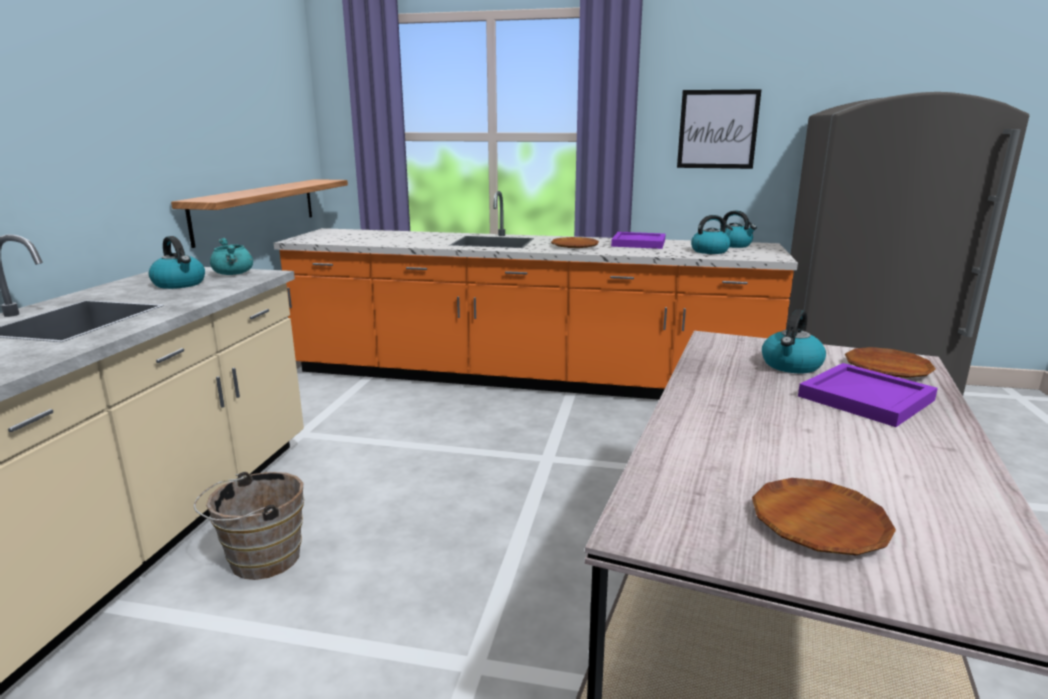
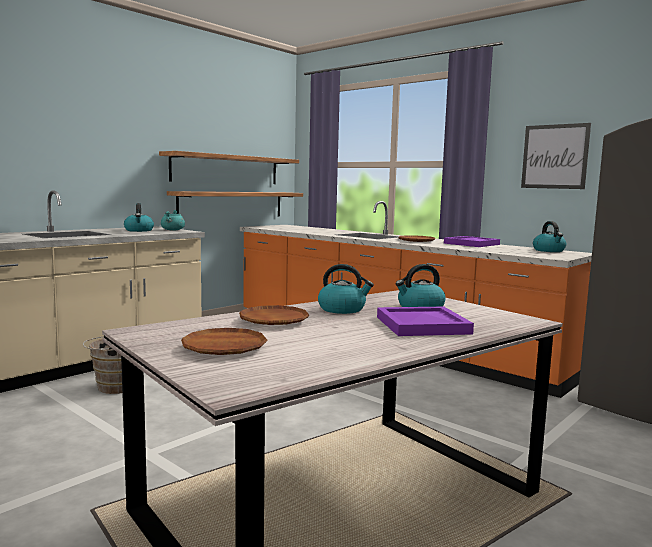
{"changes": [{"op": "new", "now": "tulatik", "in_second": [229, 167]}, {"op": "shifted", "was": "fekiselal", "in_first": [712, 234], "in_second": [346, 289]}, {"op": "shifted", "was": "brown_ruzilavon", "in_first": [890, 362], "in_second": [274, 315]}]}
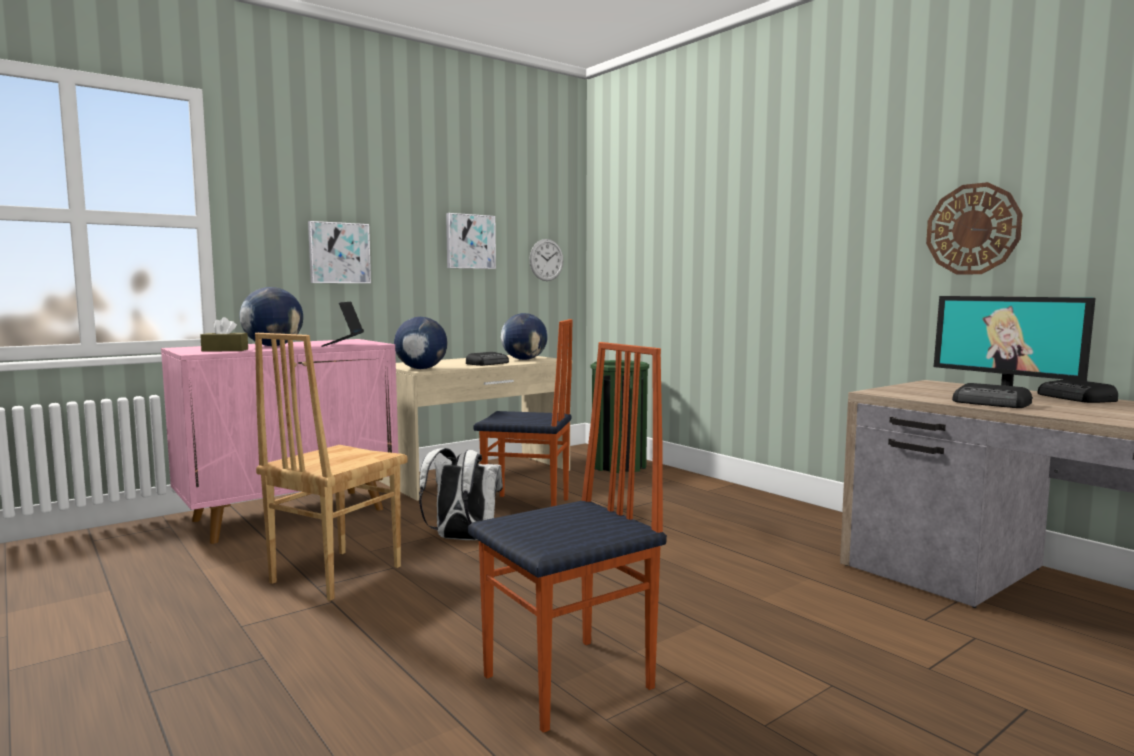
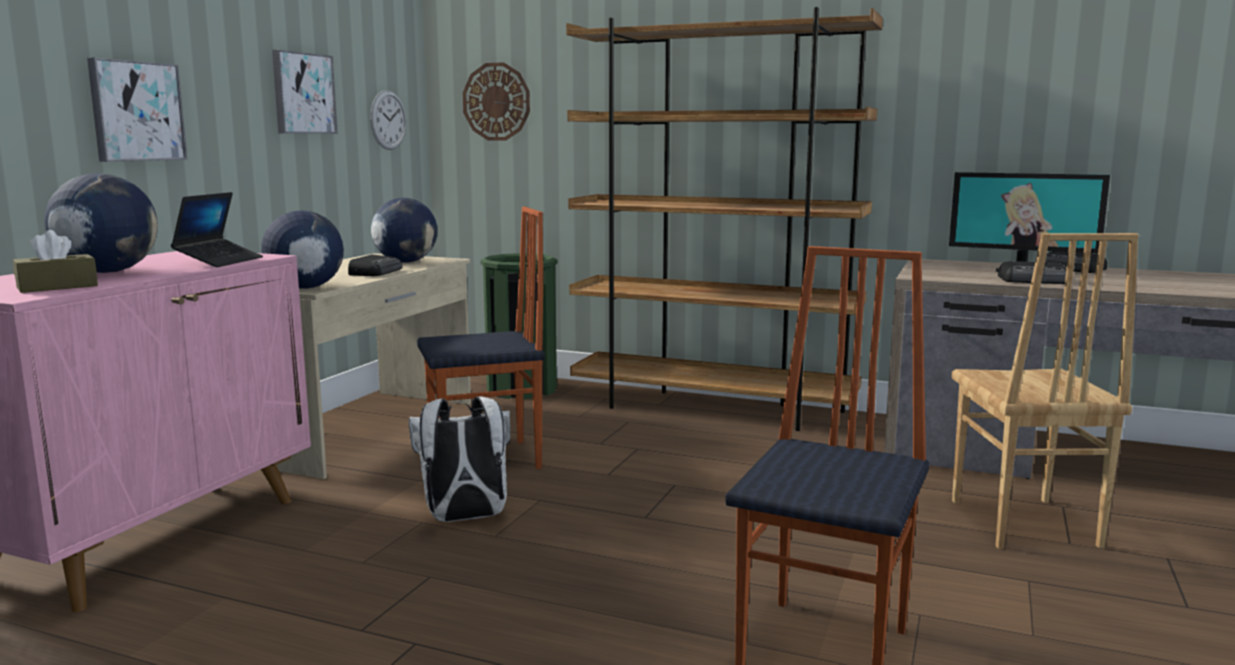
{"changes": [{"op": "new", "now": "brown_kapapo", "in_second": [724, 219]}, {"op": "shifted", "was": "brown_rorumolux", "in_first": [331, 467], "in_second": [1045, 391]}, {"op": "shifted", "was": "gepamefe", "in_first": [974, 228], "in_second": [496, 101]}, {"op": "rotated", "was": "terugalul", "in_first": [342, 324], "in_second": [217, 229], "clockwise": -135}]}
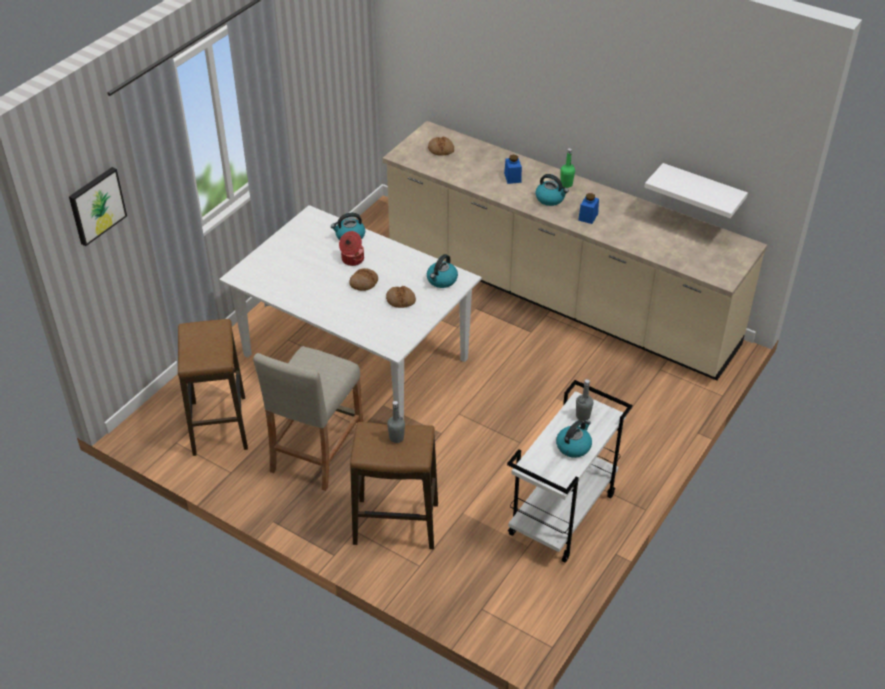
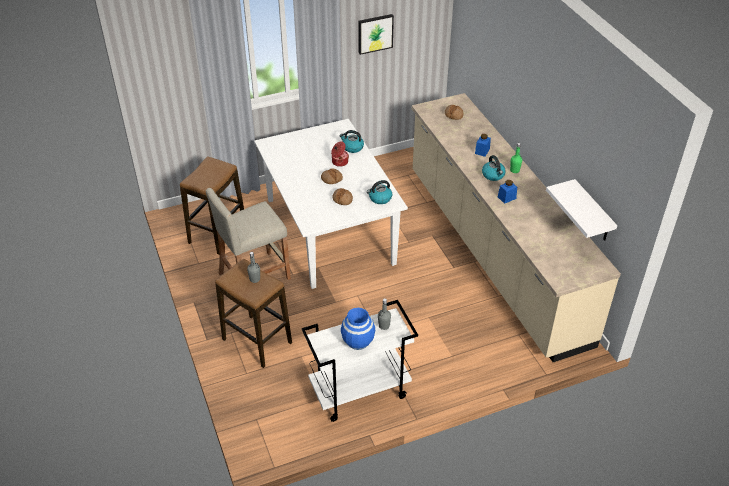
{"changes": [{"op": "shifted", "was": "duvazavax", "in_first": [98, 206], "in_second": [376, 34]}, {"op": "swapped", "was": "fekiselal", "now": "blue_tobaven", "in_first": [574, 439], "in_second": [358, 329]}]}
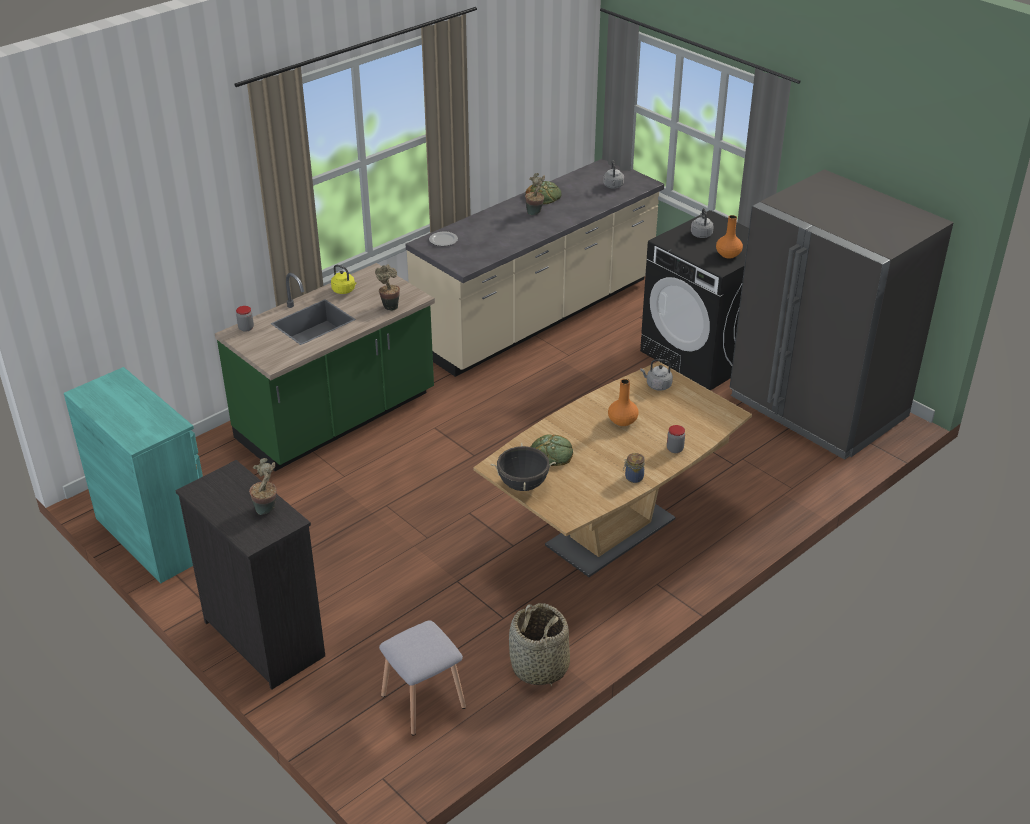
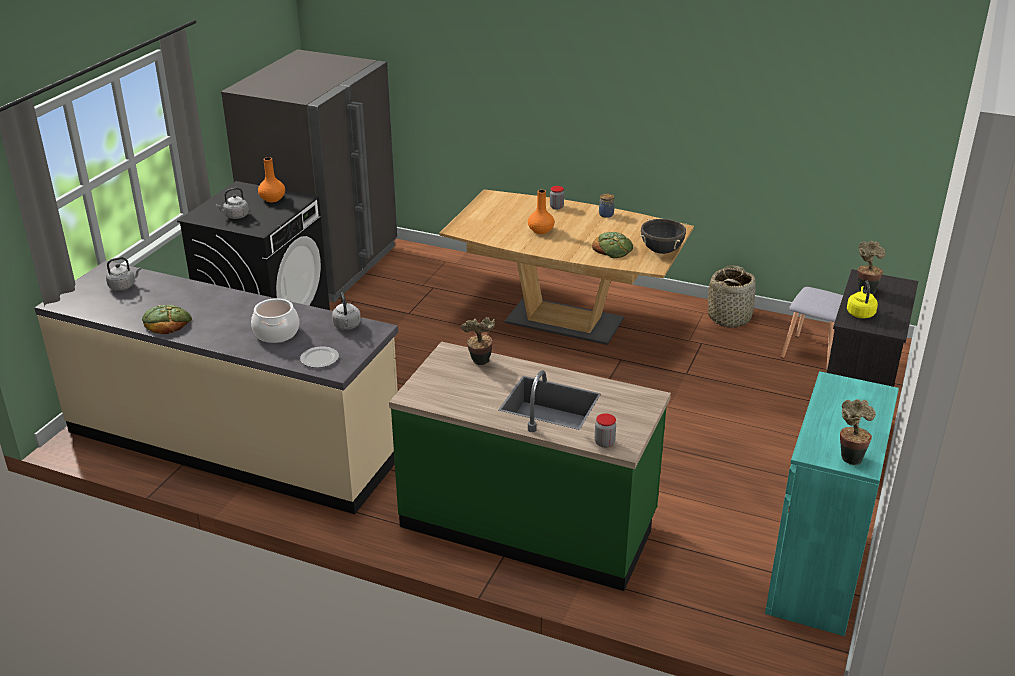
{"changes": [{"op": "new", "now": "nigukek", "in_second": [275, 320]}, {"op": "shifted", "was": "yellow_fekiselal", "in_first": [344, 279], "in_second": [862, 299]}, {"op": "shifted", "was": "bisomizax", "in_first": [535, 194], "in_second": [858, 432]}, {"op": "shifted", "was": "grey_fekiselal", "in_first": [656, 375], "in_second": [346, 311]}]}
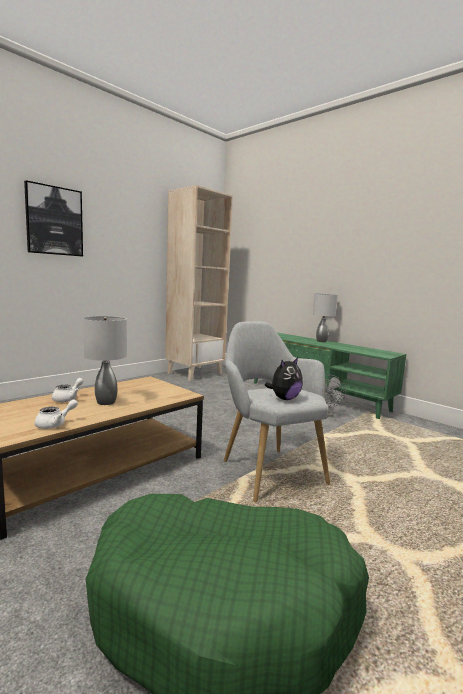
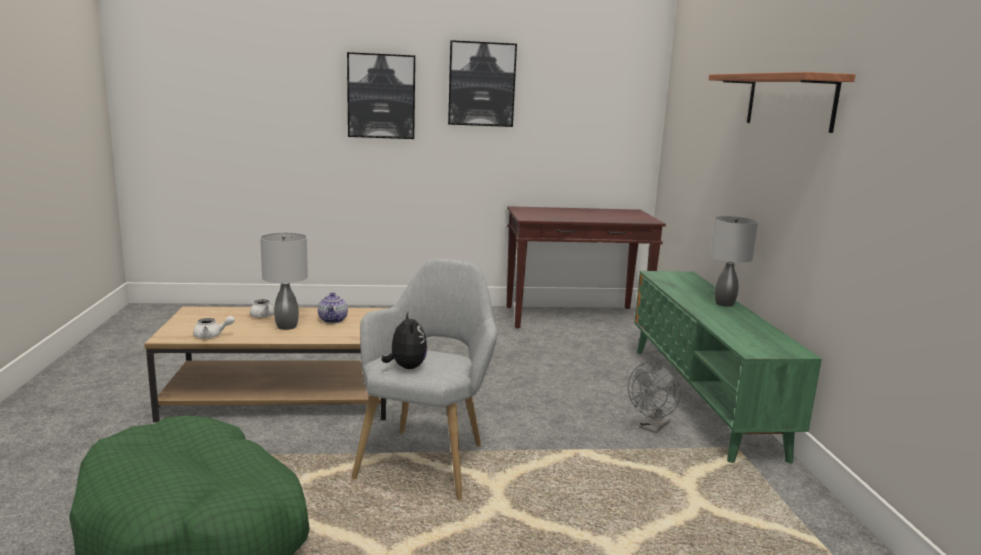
{"changes": [{"op": "new", "now": "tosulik", "in_second": [333, 308]}, {"op": "new", "now": "duvazavax", "in_second": [482, 83]}, {"op": "new", "now": "tulatik", "in_second": [782, 102]}, {"op": "swapped", "was": "beige_kapapo", "now": "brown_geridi", "in_first": [199, 283], "in_second": [586, 267]}, {"op": "rotated", "was": "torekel", "in_first": [284, 378], "in_second": [404, 340], "clockwise": -105}]}
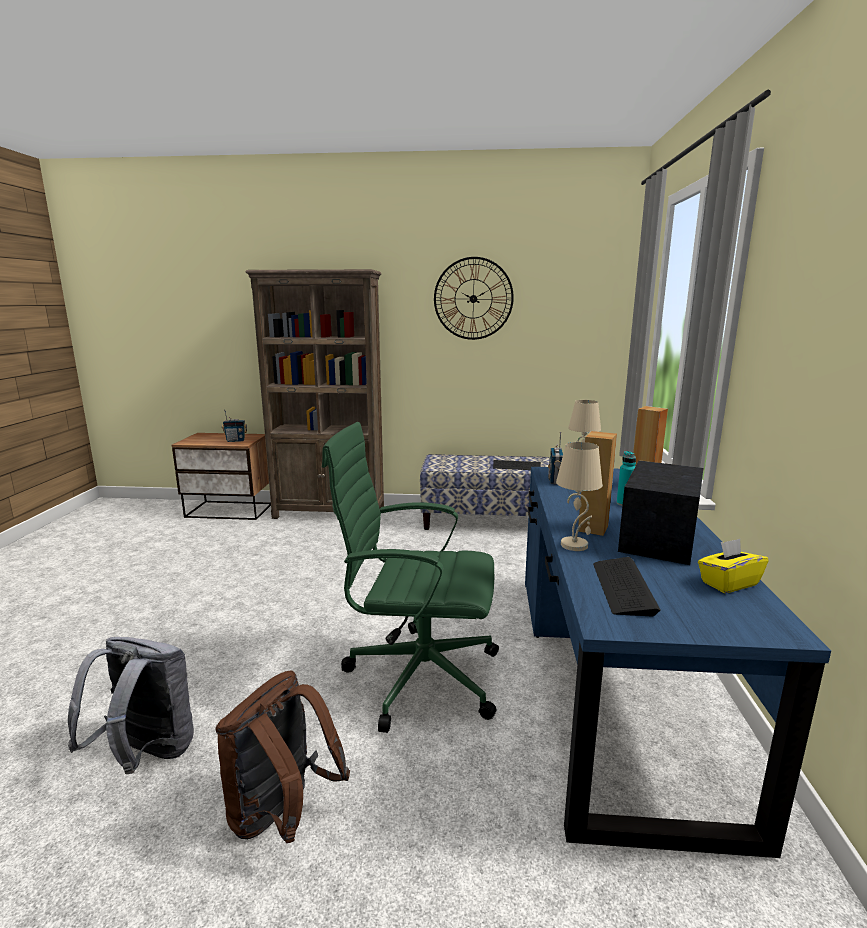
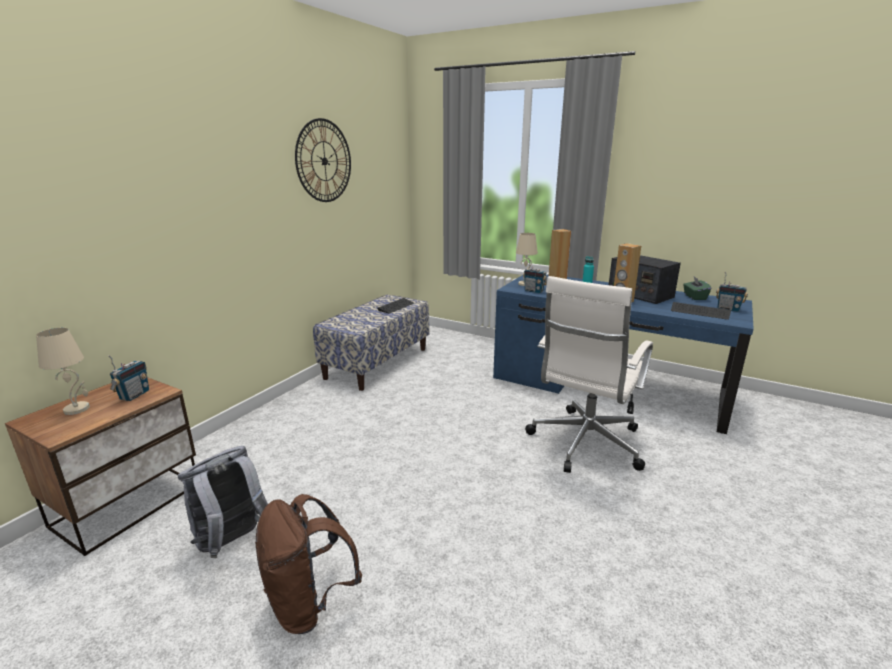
{"changes": [{"op": "gone", "was": "brown_kapapo", "in_first": [315, 394]}, {"op": "new", "now": "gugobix", "in_second": [732, 292]}, {"op": "shifted", "was": "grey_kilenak", "in_first": [131, 705], "in_second": [223, 502]}, {"op": "shifted", "was": "brown_kilenak", "in_first": [283, 757], "in_second": [308, 564]}, {"op": "shifted", "was": "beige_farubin", "in_first": [579, 496], "in_second": [63, 371]}, {"op": "repainted", "was": "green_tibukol", "now": "white_tibukol", "in_first": [410, 577], "in_second": [589, 374]}, {"op": "repainted", "was": "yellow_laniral", "now": "green_laniral", "in_first": [733, 566], "in_second": [697, 288]}]}
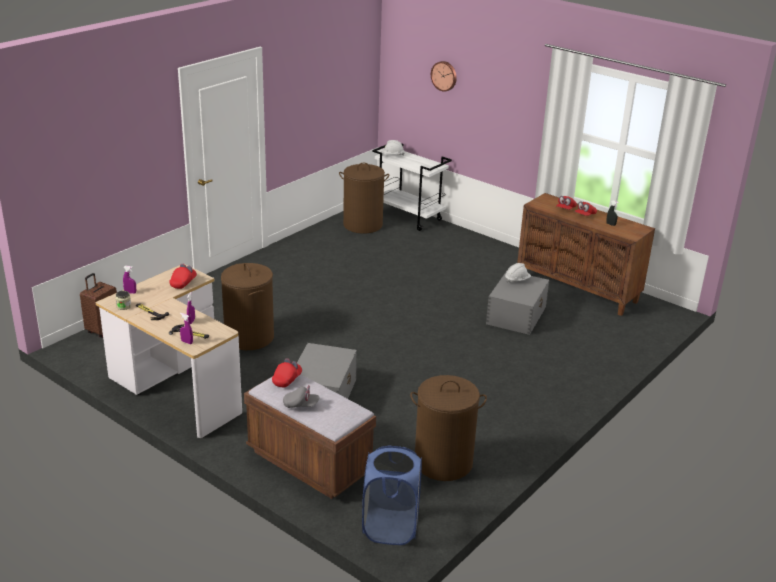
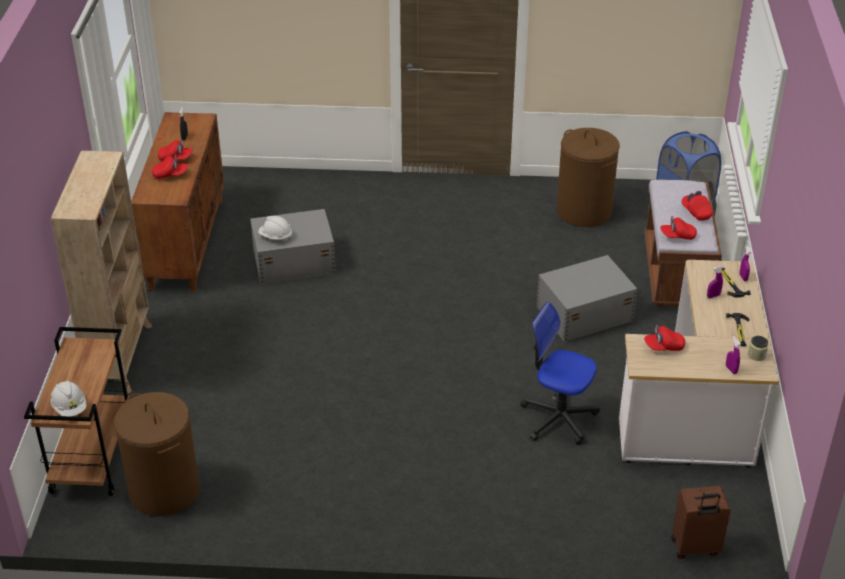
{"changes": [{"op": "gone", "was": "gepamefe", "in_first": [444, 76]}, {"op": "new", "now": "beige_kapapo", "in_second": [101, 272]}, {"op": "swapped", "was": "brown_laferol", "now": "tibukol", "in_first": [247, 306], "in_second": [560, 373]}, {"op": "repainted", "was": "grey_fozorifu", "now": "red_fozorifu", "in_first": [301, 396], "in_second": [697, 206]}, {"op": "repainted", "was": "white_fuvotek", "now": "brown_fuvotek", "in_first": [412, 187], "in_second": [77, 411]}]}
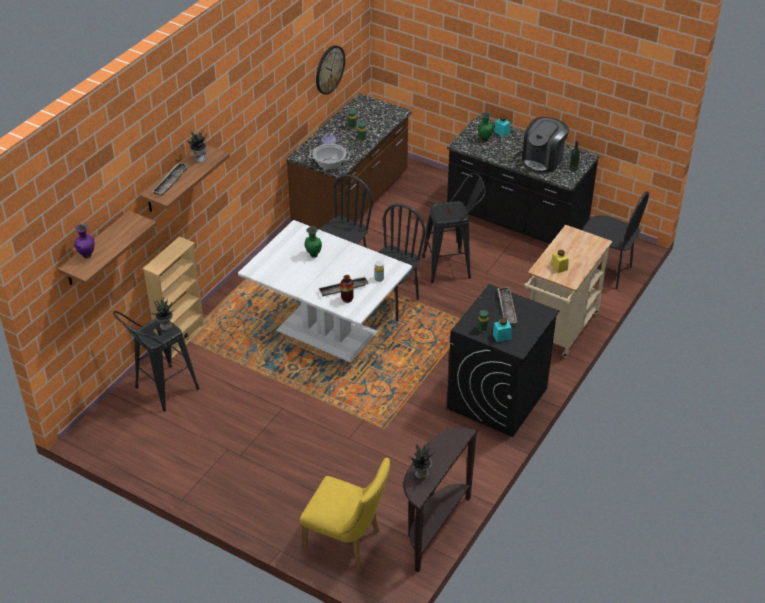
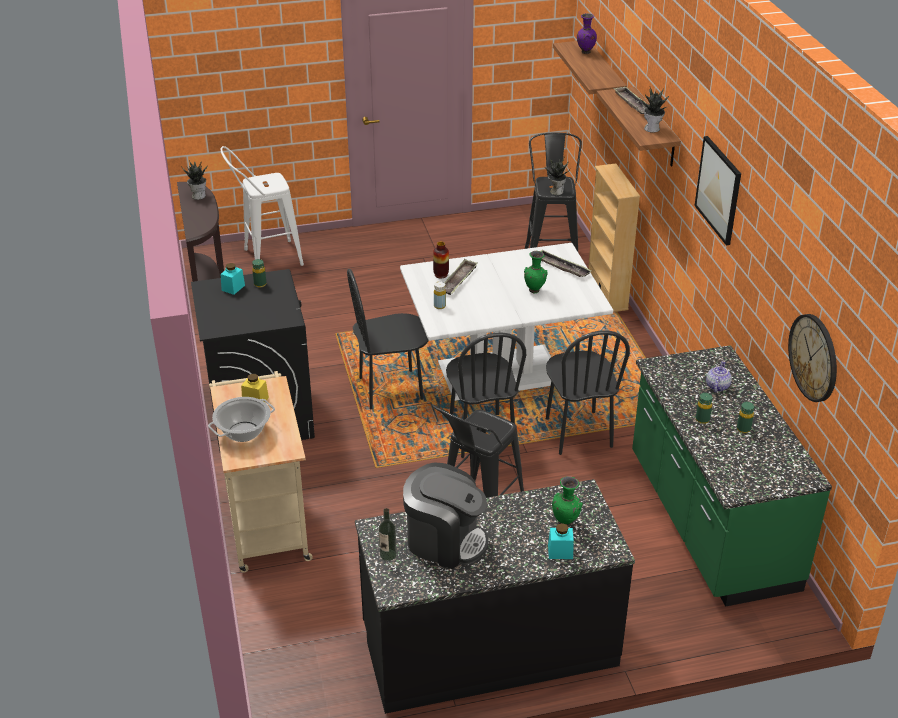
{"changes": [{"op": "new", "now": "duvazavax", "in_second": [718, 190]}, {"op": "shifted", "was": "nigukek", "in_first": [329, 157], "in_second": [241, 419]}, {"op": "shifted", "was": "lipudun", "in_first": [507, 306], "in_second": [566, 263]}, {"op": "shifted", "was": "black_rorumolux", "in_first": [615, 240], "in_second": [388, 339]}, {"op": "swapped", "was": "yellow_rorumolux", "now": "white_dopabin", "in_first": [345, 513], "in_second": [262, 206]}, {"op": "repainted", "was": "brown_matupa", "now": "green_matupa", "in_first": [349, 161], "in_second": [732, 476]}, {"op": "rotated", "was": "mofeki", "in_first": [545, 145], "in_second": [445, 516], "clockwise": 120}]}
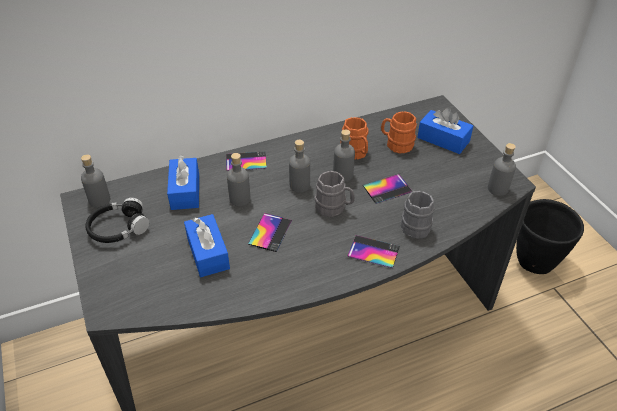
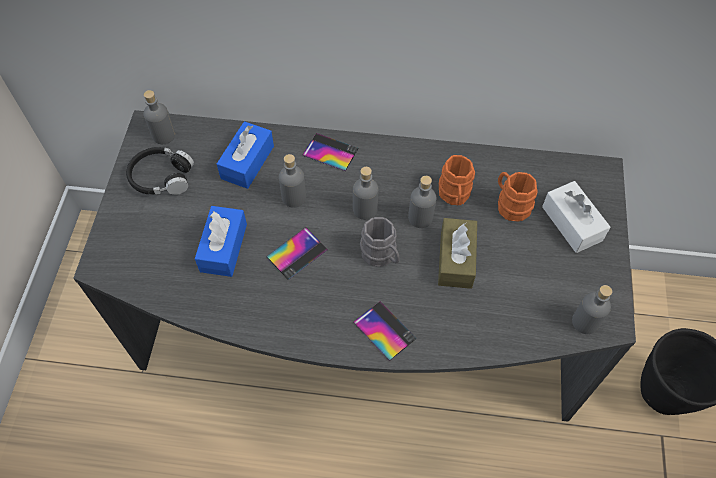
{"changes": [{"op": "gone", "was": "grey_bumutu", "in_first": [418, 215]}, {"op": "swapped", "was": "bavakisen", "now": "brown_laniral", "in_first": [387, 189], "in_second": [457, 253]}, {"op": "repainted", "was": "blue_laniral", "now": "white_laniral", "in_first": [445, 131], "in_second": [576, 217]}]}
